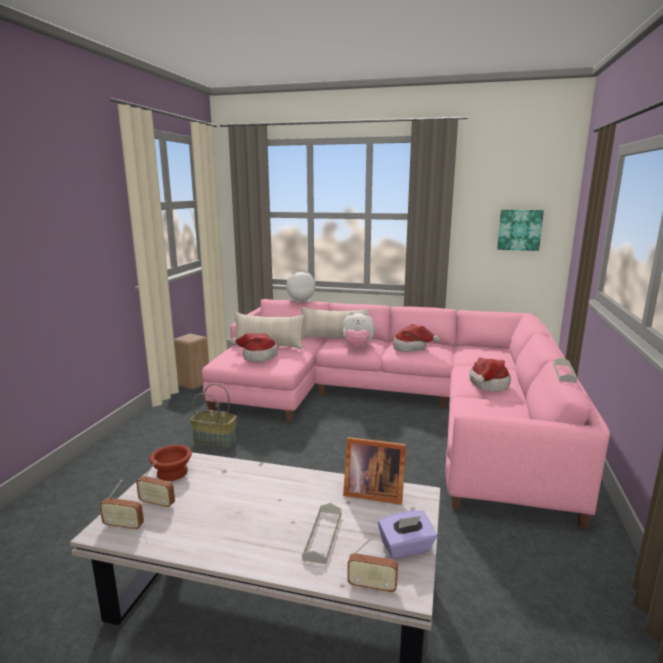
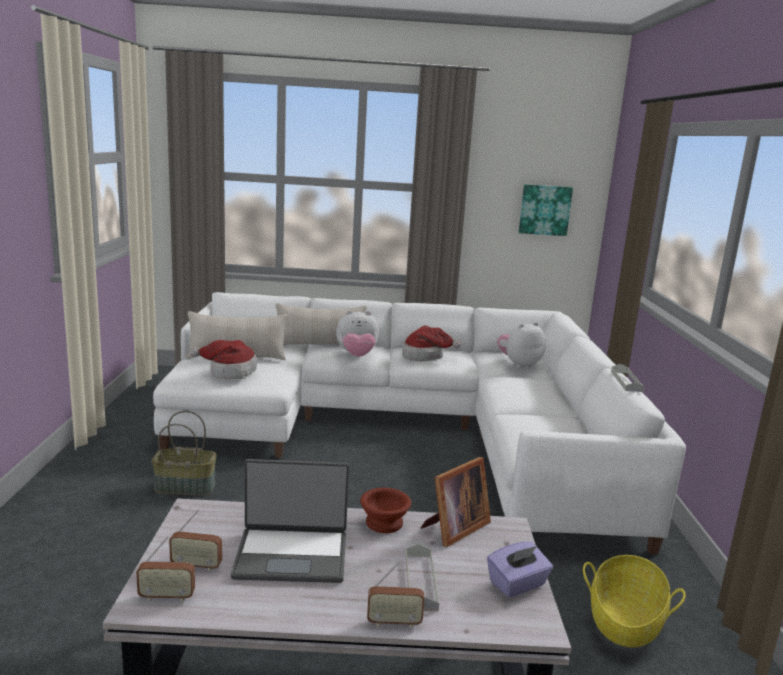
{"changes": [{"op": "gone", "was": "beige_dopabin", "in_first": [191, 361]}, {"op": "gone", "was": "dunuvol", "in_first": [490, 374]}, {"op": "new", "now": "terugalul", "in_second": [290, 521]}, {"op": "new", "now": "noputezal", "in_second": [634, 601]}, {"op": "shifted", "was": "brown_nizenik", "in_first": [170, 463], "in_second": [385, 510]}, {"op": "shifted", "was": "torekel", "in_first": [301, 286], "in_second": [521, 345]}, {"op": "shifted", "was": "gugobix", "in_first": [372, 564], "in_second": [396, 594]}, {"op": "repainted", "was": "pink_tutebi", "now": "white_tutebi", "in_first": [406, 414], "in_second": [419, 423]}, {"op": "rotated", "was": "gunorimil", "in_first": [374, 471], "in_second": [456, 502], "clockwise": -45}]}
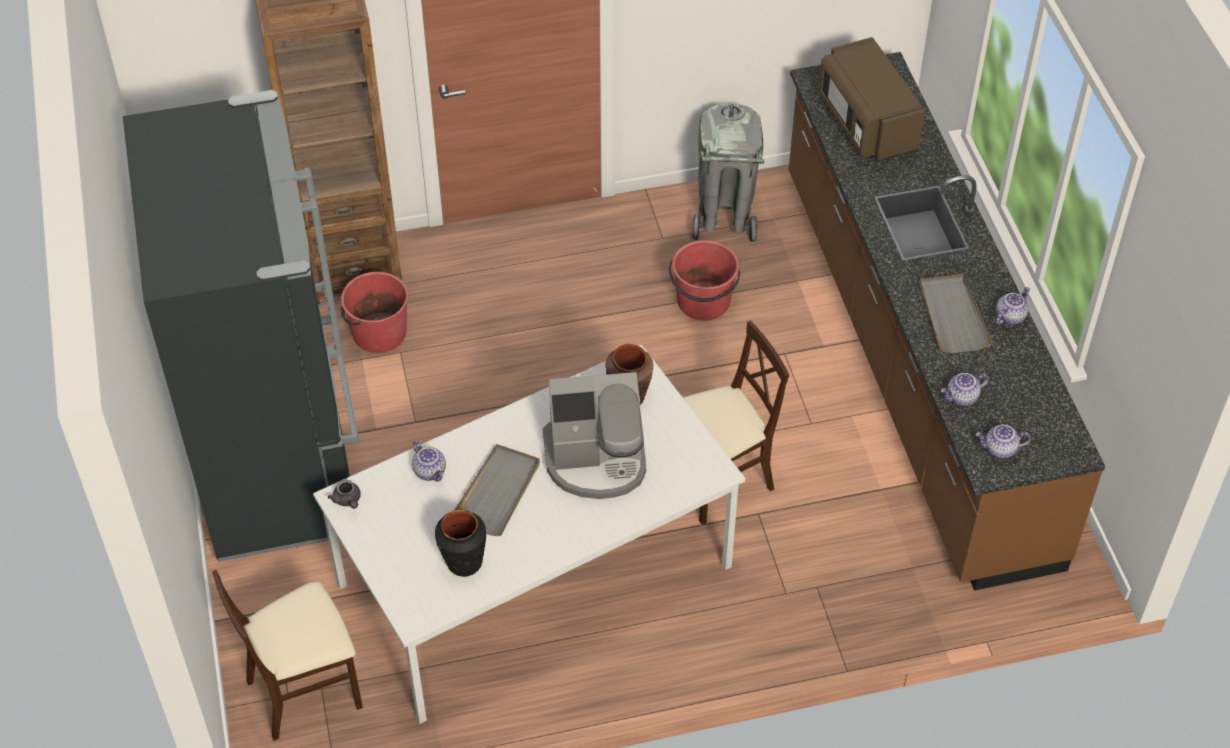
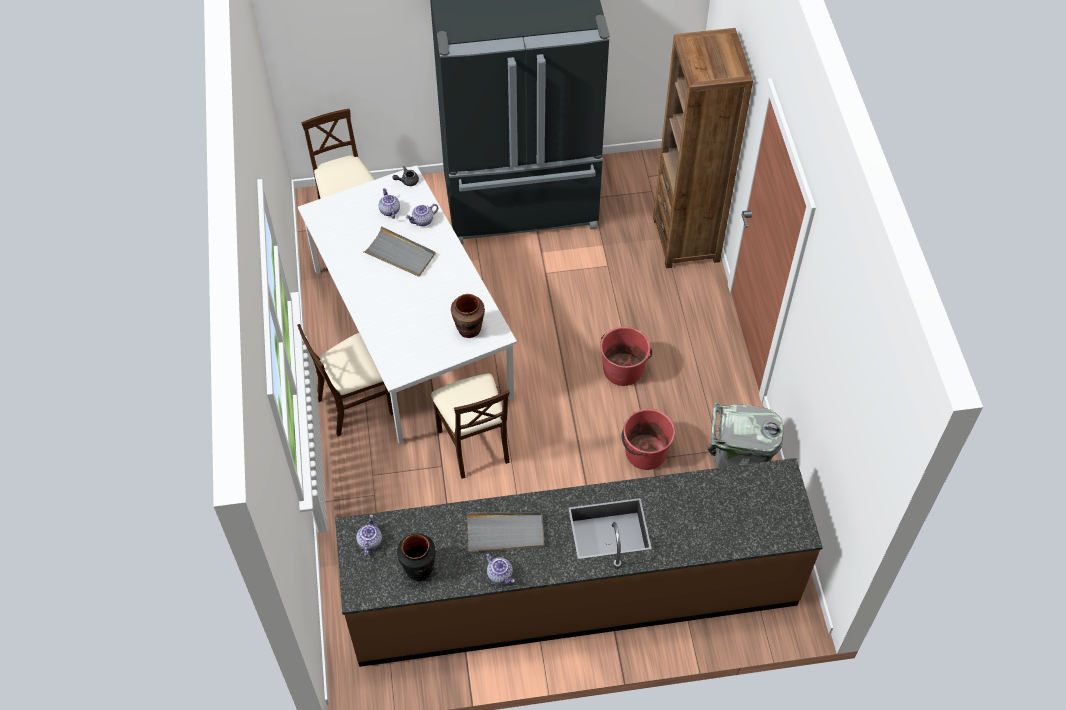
{"changes": [{"op": "gone", "was": "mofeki", "in_first": [594, 435]}, {"op": "gone", "was": "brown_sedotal", "in_first": [871, 99]}, {"op": "new", "now": "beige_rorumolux", "in_second": [345, 380]}, {"op": "shifted", "was": "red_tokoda", "in_first": [374, 312], "in_second": [626, 356]}, {"op": "shifted", "was": "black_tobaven", "in_first": [460, 543], "in_second": [416, 557]}, {"op": "shifted", "was": "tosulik", "in_first": [965, 389], "in_second": [389, 203]}]}
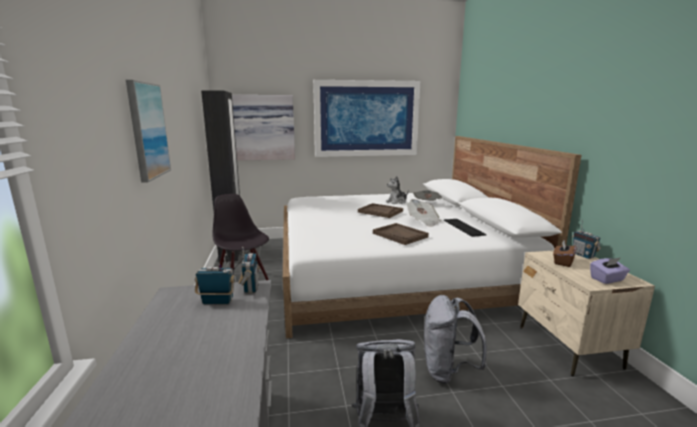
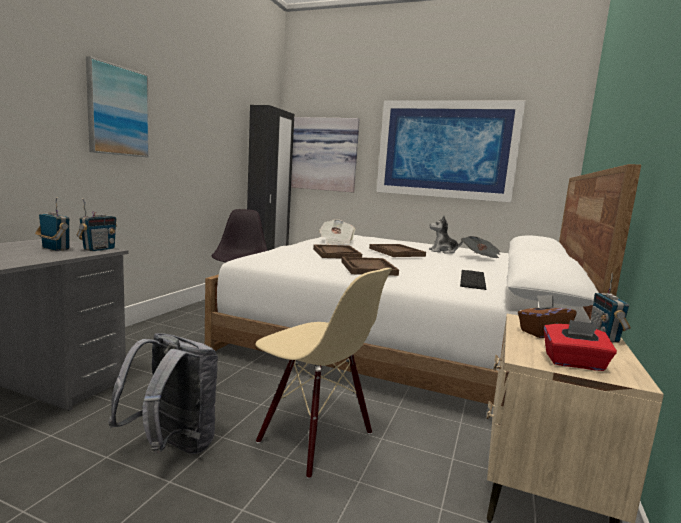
{"changes": [{"op": "new", "now": "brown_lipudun", "in_second": [337, 251]}, {"op": "shifted", "was": "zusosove", "in_first": [424, 213], "in_second": [337, 232]}, {"op": "swapped", "was": "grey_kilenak", "now": "beige_rorumolux", "in_first": [455, 339], "in_second": [323, 373]}, {"op": "repainted", "was": "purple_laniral", "now": "red_laniral", "in_first": [610, 271], "in_second": [580, 345]}]}
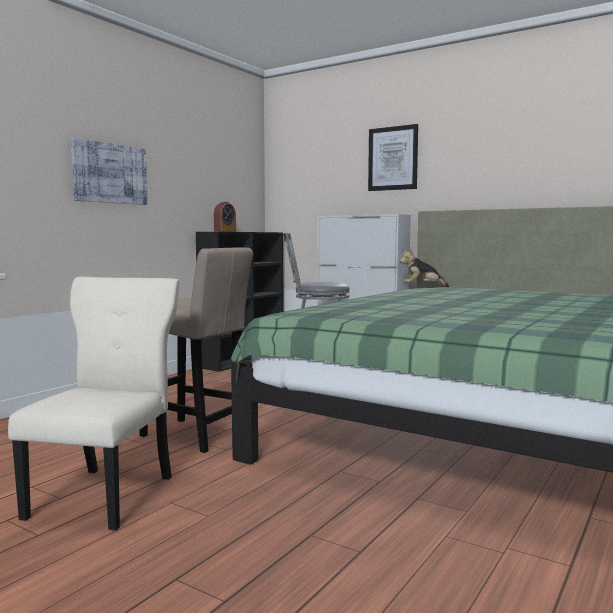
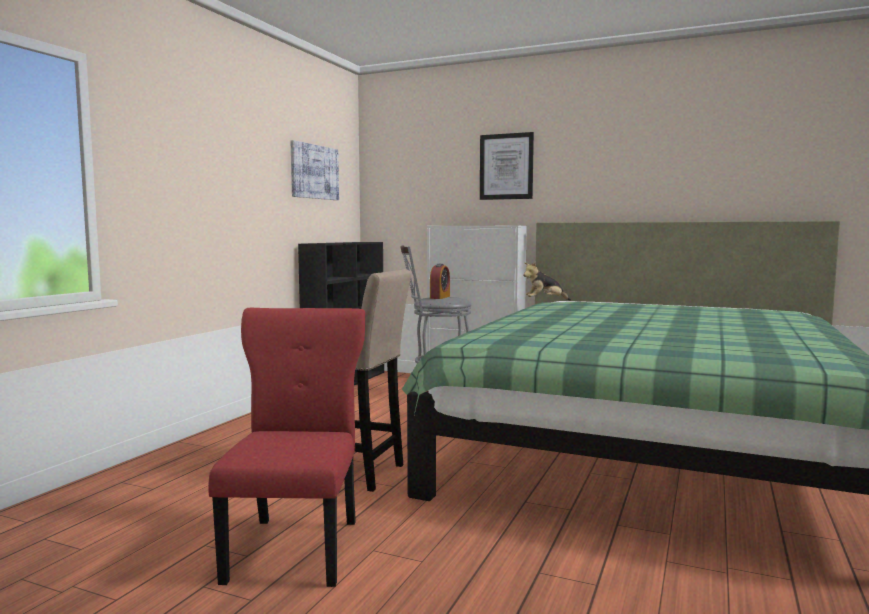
{"changes": [{"op": "shifted", "was": "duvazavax", "in_first": [109, 171], "in_second": [315, 170]}, {"op": "shifted", "was": "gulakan", "in_first": [225, 217], "in_second": [440, 281]}, {"op": "repainted", "was": "beige_rorumolux", "now": "red_rorumolux", "in_first": [93, 404], "in_second": [287, 447]}]}
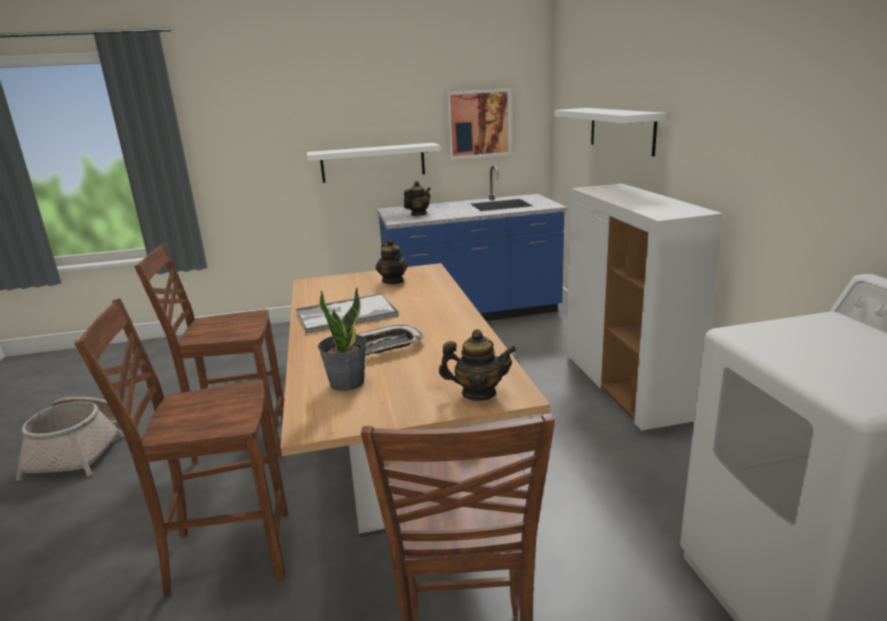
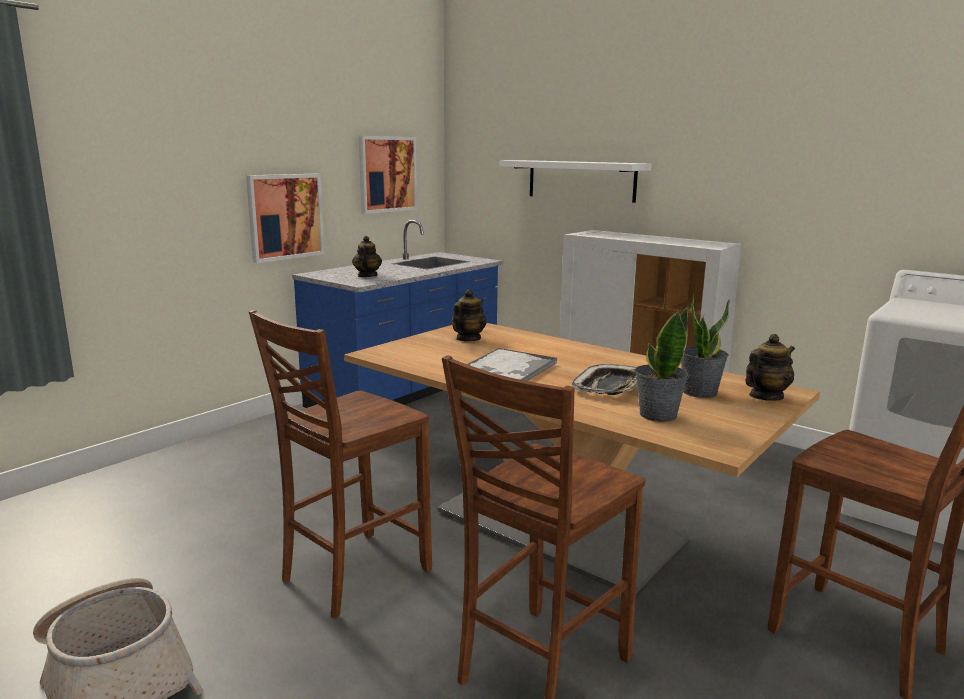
{"changes": [{"op": "new", "now": "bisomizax", "in_second": [705, 346]}, {"op": "swapped", "was": "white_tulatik", "now": "duvazavax", "in_first": [374, 163], "in_second": [285, 218]}, {"op": "rotated", "was": "tosulik", "in_first": [392, 261], "in_second": [469, 315], "clockwise": -90}]}
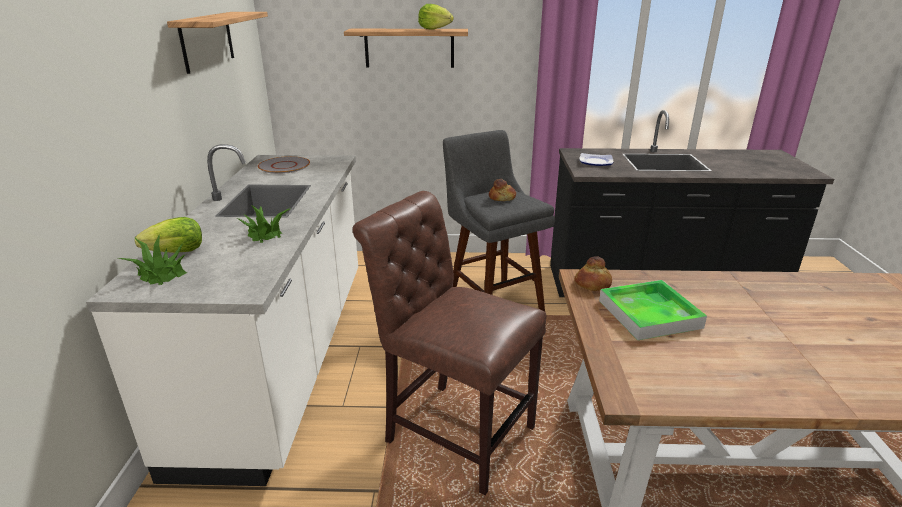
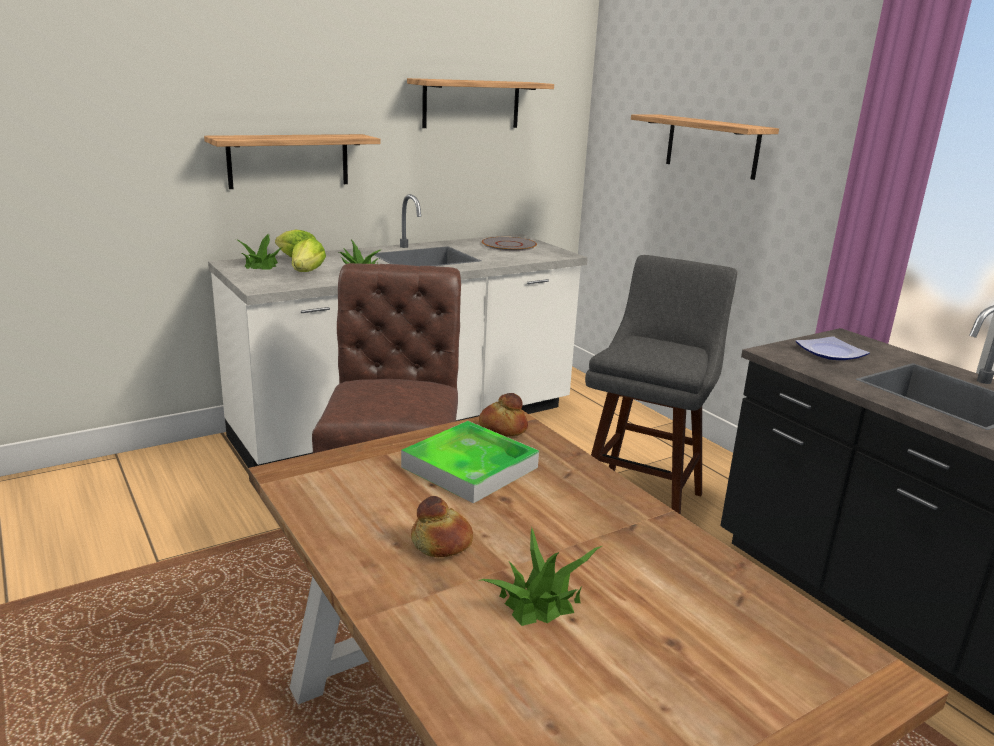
{"changes": [{"op": "new", "now": "tulatik", "in_second": [292, 161]}, {"op": "new", "now": "bisomizax", "in_second": [540, 576]}, {"op": "shifted", "was": "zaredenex", "in_first": [436, 17], "in_second": [309, 255]}, {"op": "shifted", "was": "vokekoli", "in_first": [502, 190], "in_second": [442, 526]}]}
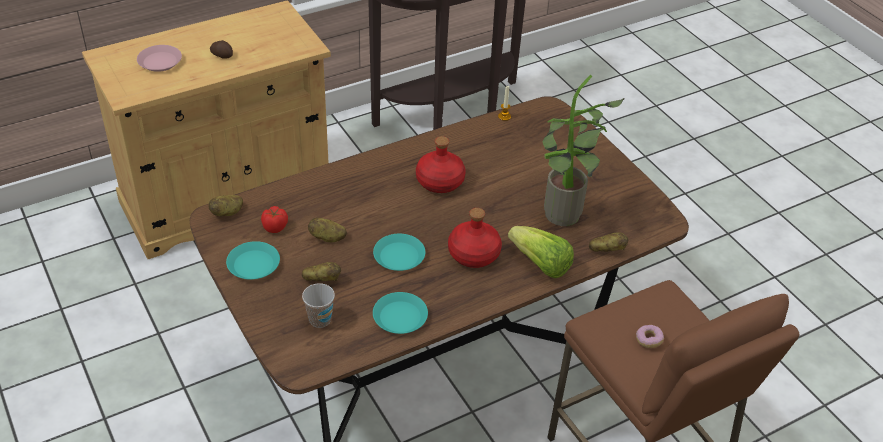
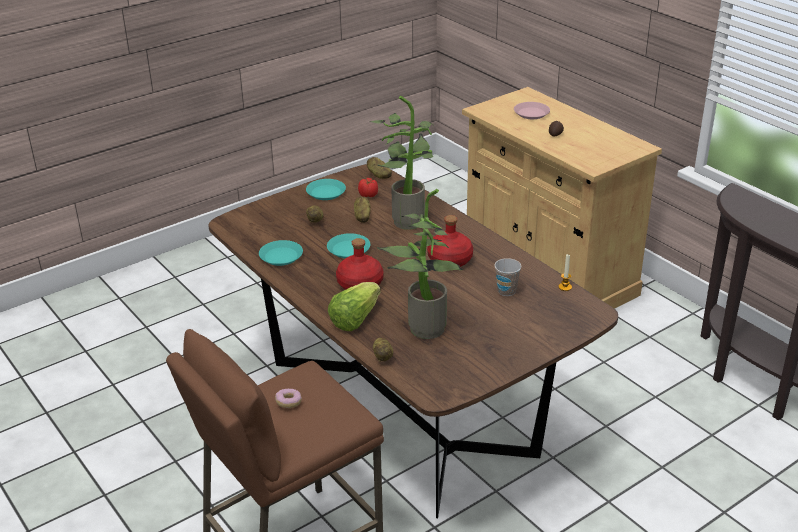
{"changes": [{"op": "new", "now": "bisomizax", "in_second": [401, 163]}, {"op": "shifted", "was": "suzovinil", "in_first": [318, 305], "in_second": [508, 277]}]}
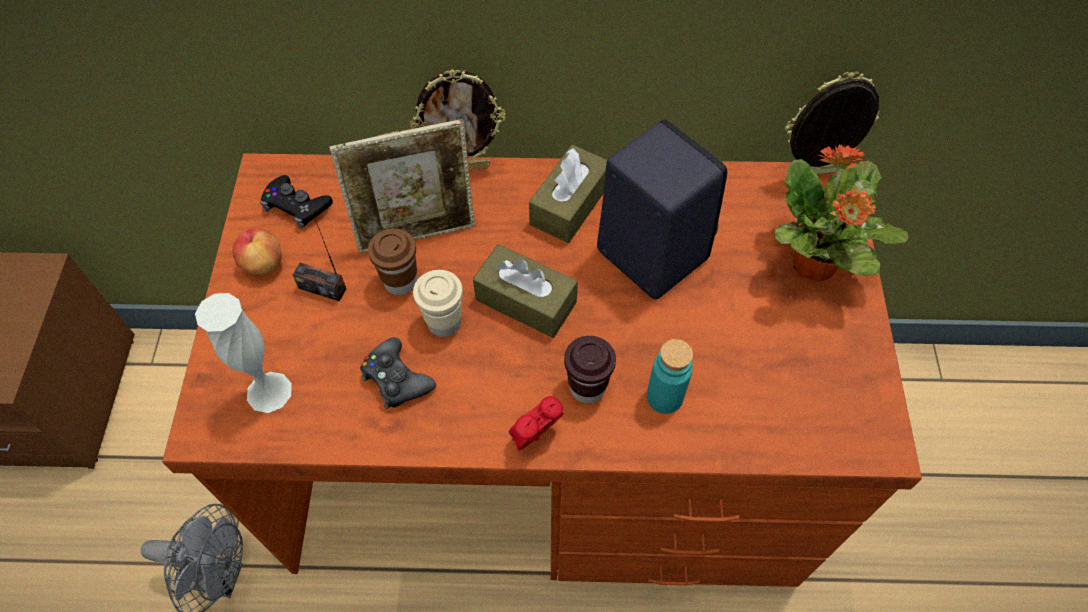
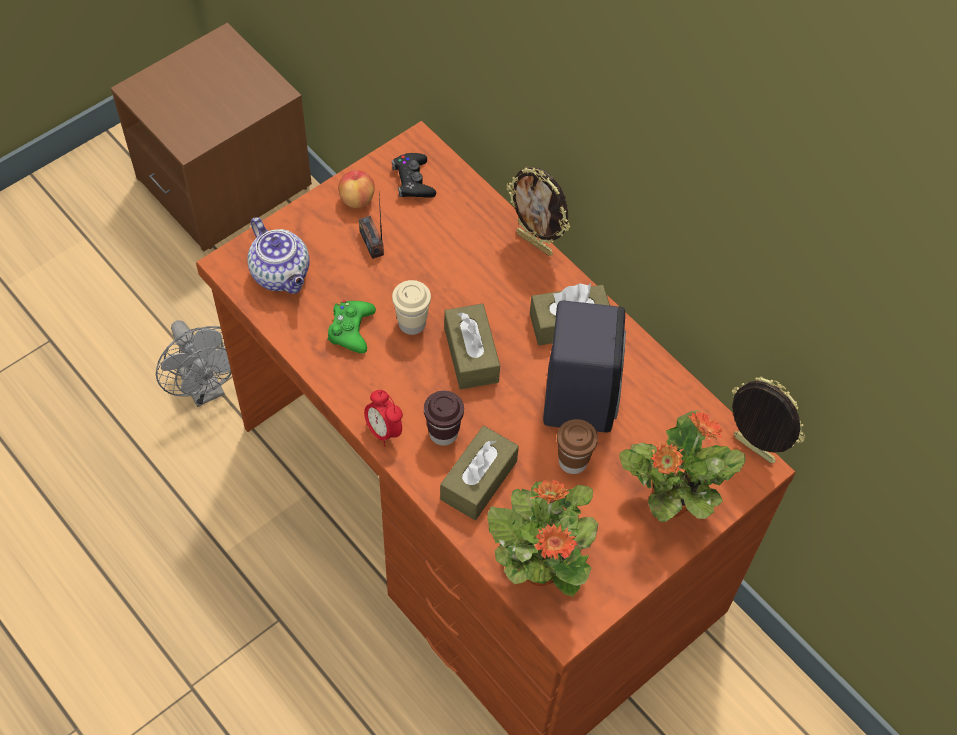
{"changes": [{"op": "gone", "was": "gunorimil", "in_first": [402, 186]}, {"op": "new", "now": "bisomizax", "in_second": [542, 538]}, {"op": "shifted", "was": "brown_suzovinil", "in_first": [392, 261], "in_second": [577, 446]}, {"op": "swapped", "was": "white_tobaven", "now": "tosulik", "in_first": [243, 353], "in_second": [278, 255]}, {"op": "swapped", "was": "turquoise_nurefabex", "now": "brown_laniral", "in_first": [670, 376], "in_second": [479, 473]}, {"op": "repainted", "was": "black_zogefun", "now": "green_zogefun", "in_first": [398, 373], "in_second": [351, 326]}, {"op": "rotated", "was": "gulakan", "in_first": [536, 423], "in_second": [383, 418], "clockwise": -135}]}
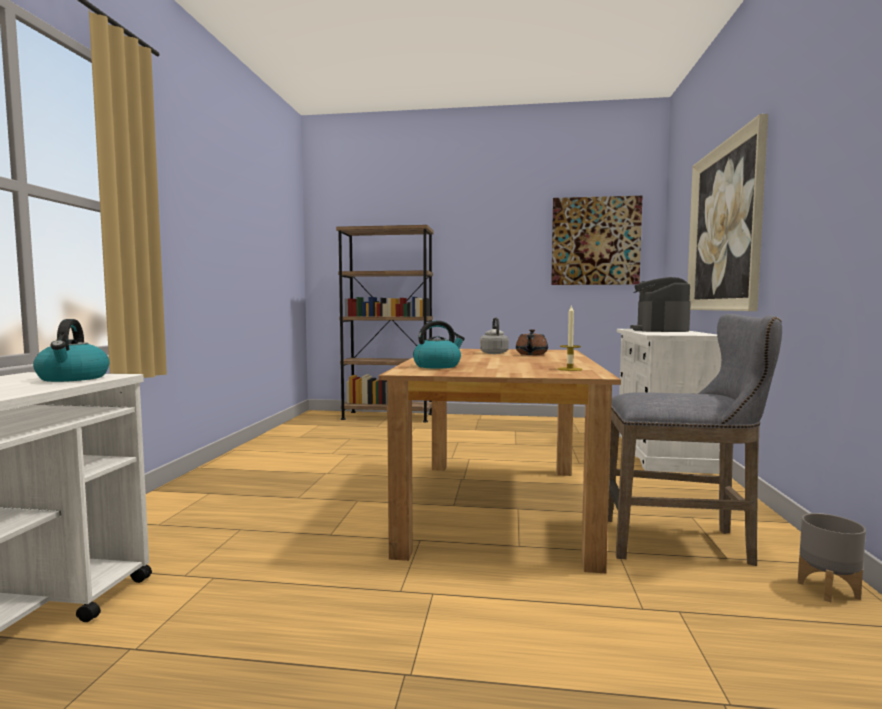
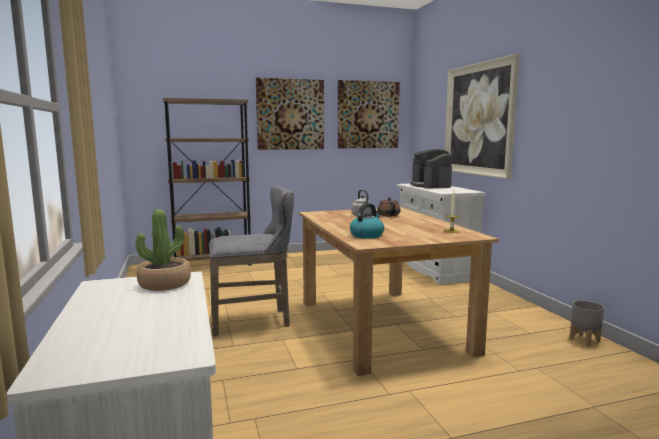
{"changes": [{"op": "new", "now": "duvazavax", "in_second": [290, 114]}, {"op": "shifted", "was": "grey_dopabin", "in_first": [695, 440], "in_second": [251, 261]}, {"op": "swapped", "was": "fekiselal", "now": "bisomizax", "in_first": [71, 350], "in_second": [163, 250]}]}
